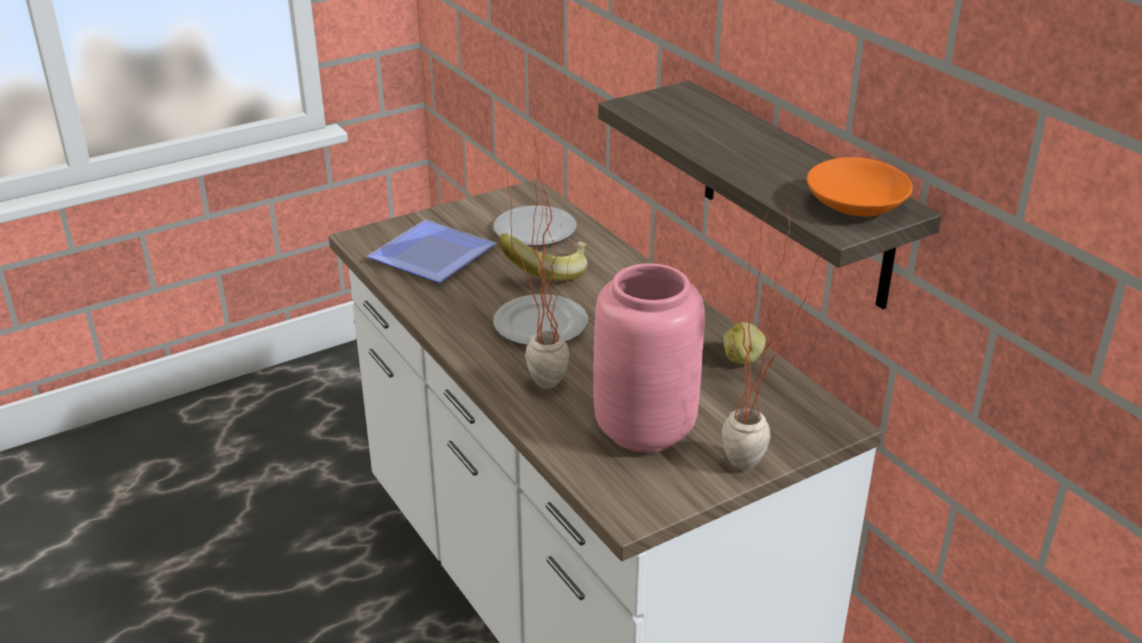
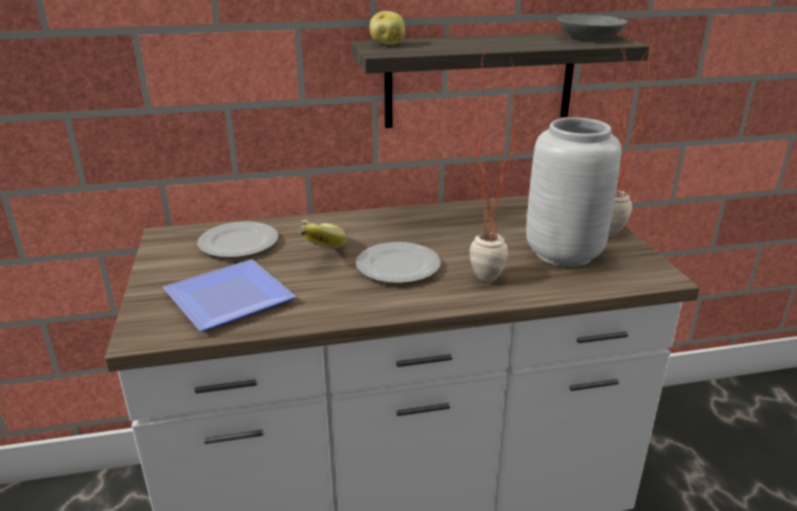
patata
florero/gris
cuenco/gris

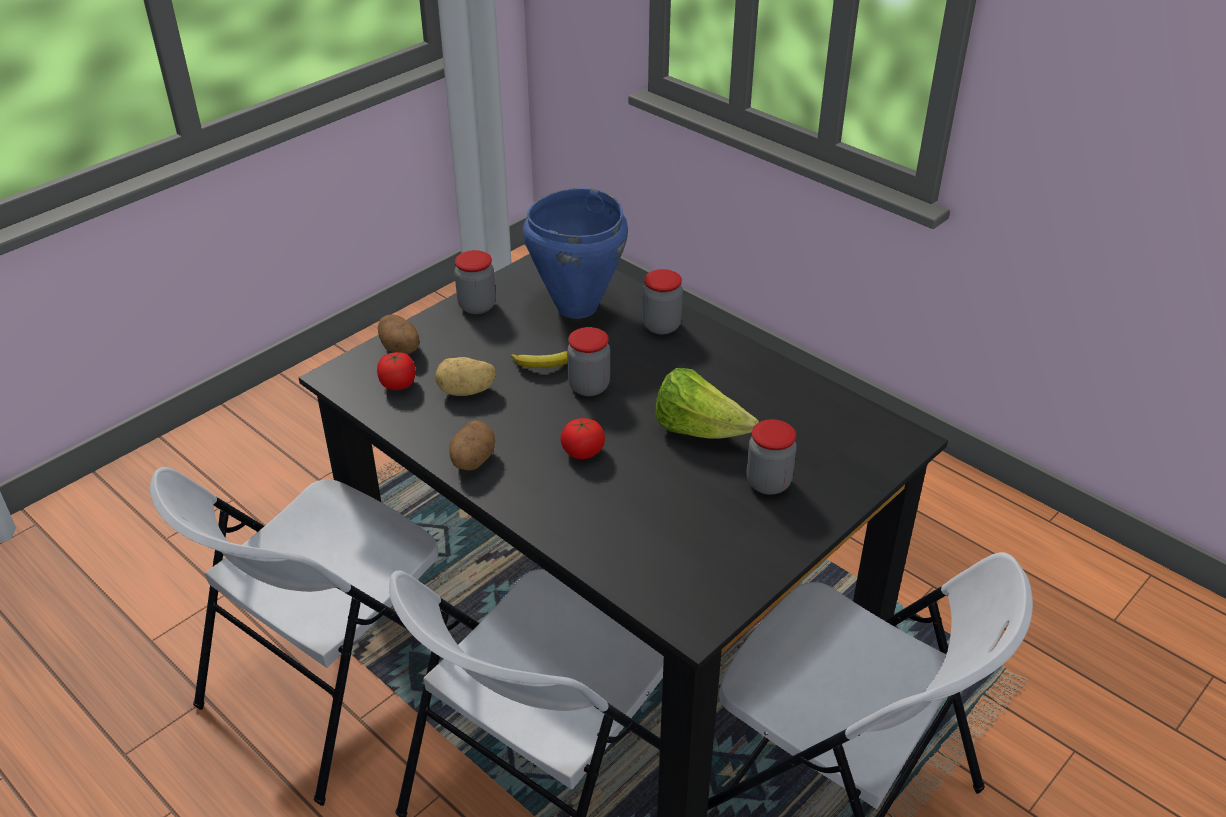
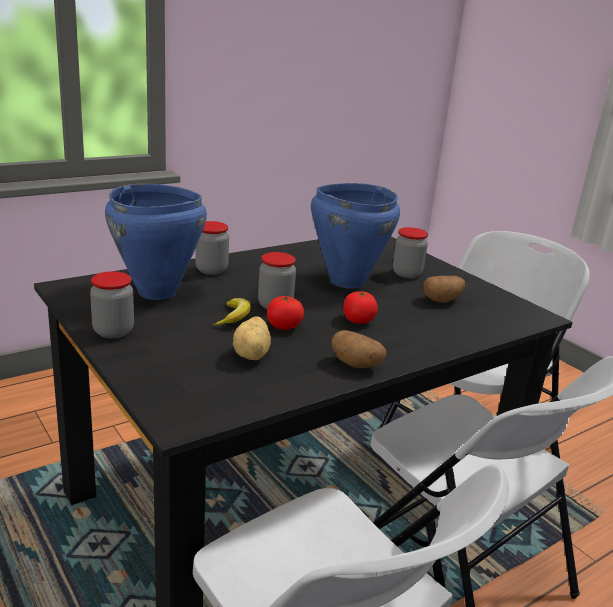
tomate (no. 1 from left)
olla/azul (no. 2 from left)
patata (no. 3 from left)

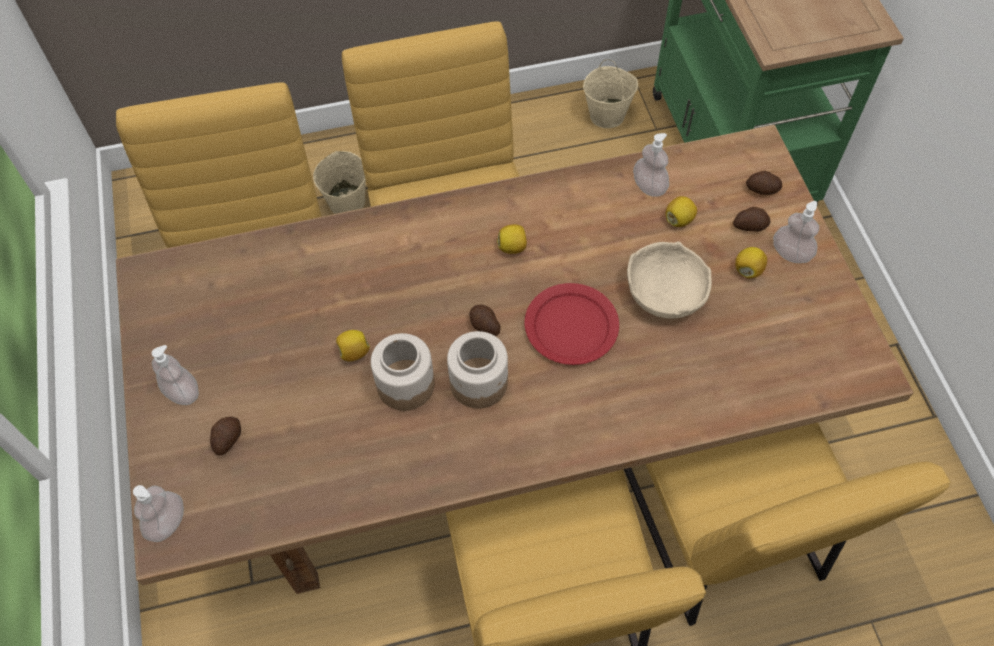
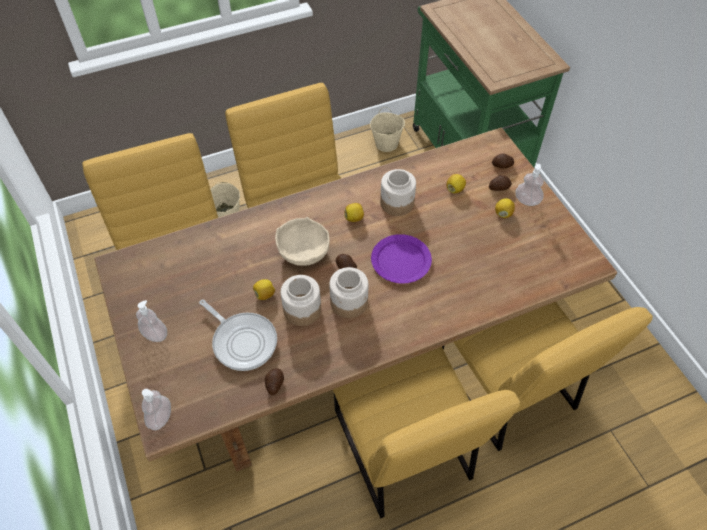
sartén
patata (no. 1 from left)
cuenco/beis
plato/morado
tarro (no. 3 from left)
dispensador de jabón (no. 3 from left in the first image)

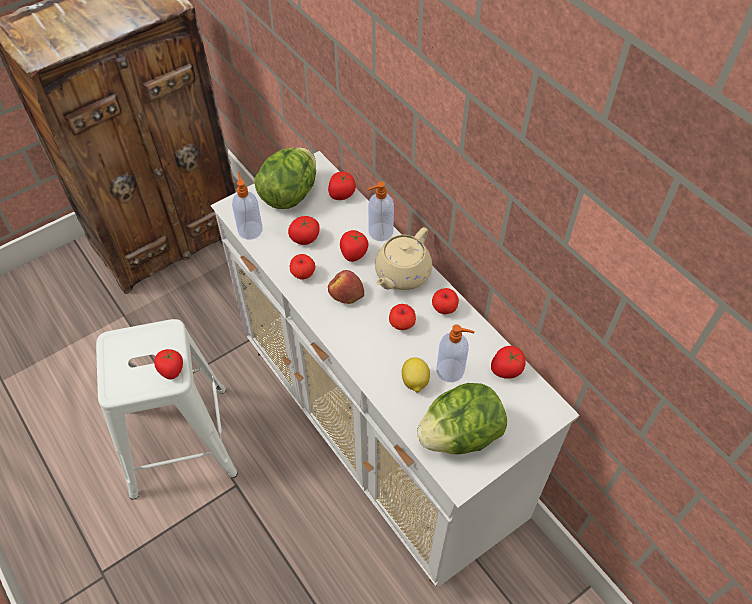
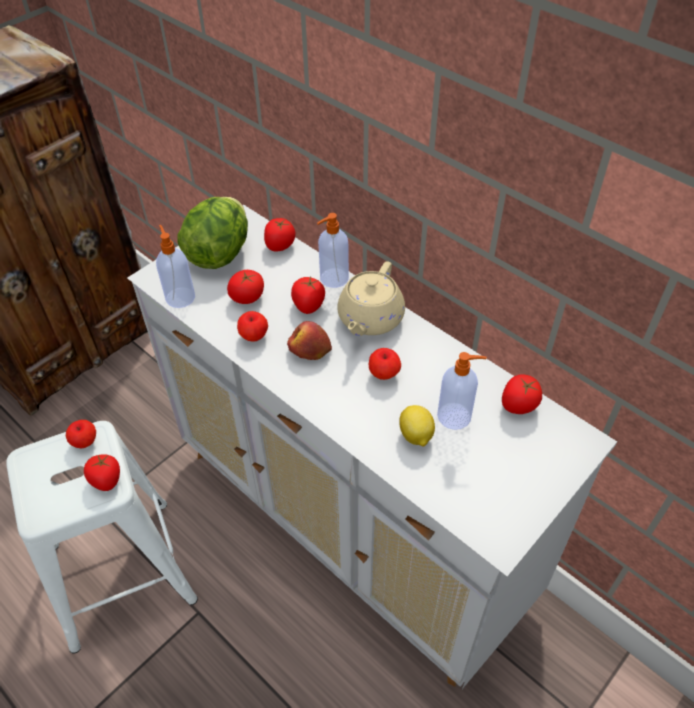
manzana (no. 1 from left)
lechuga (no. 2 from left in the first image)

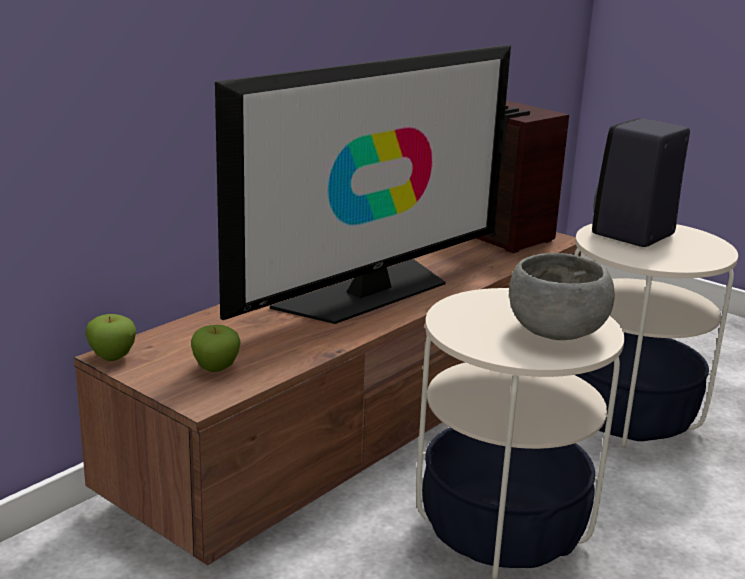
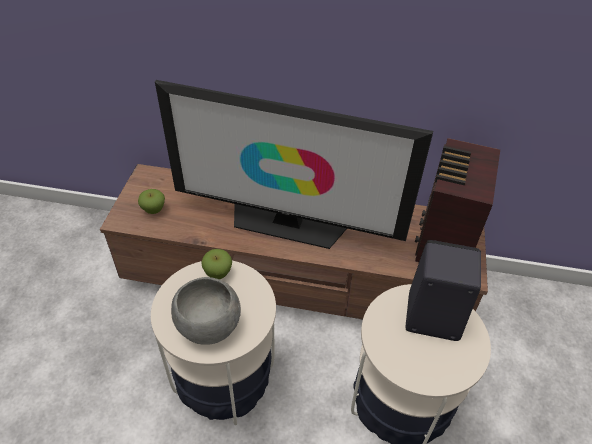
manzana (no. 2 from left)

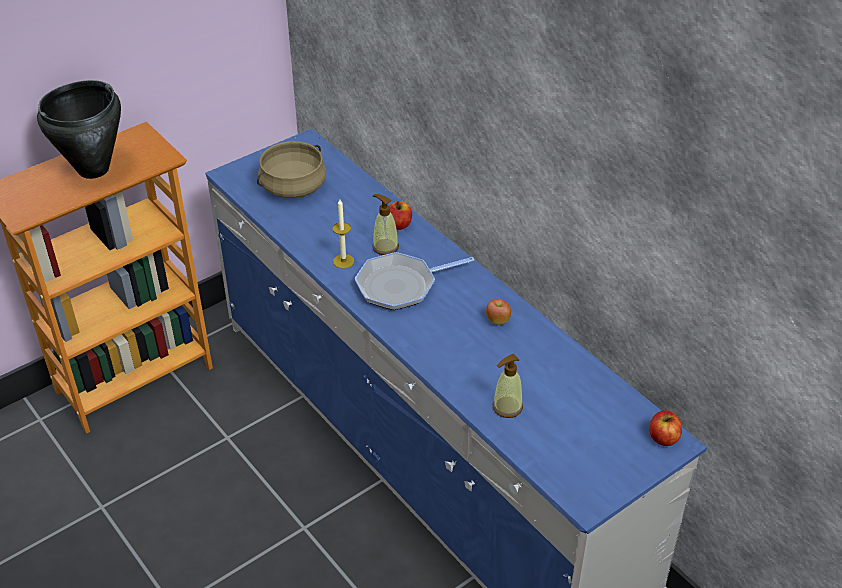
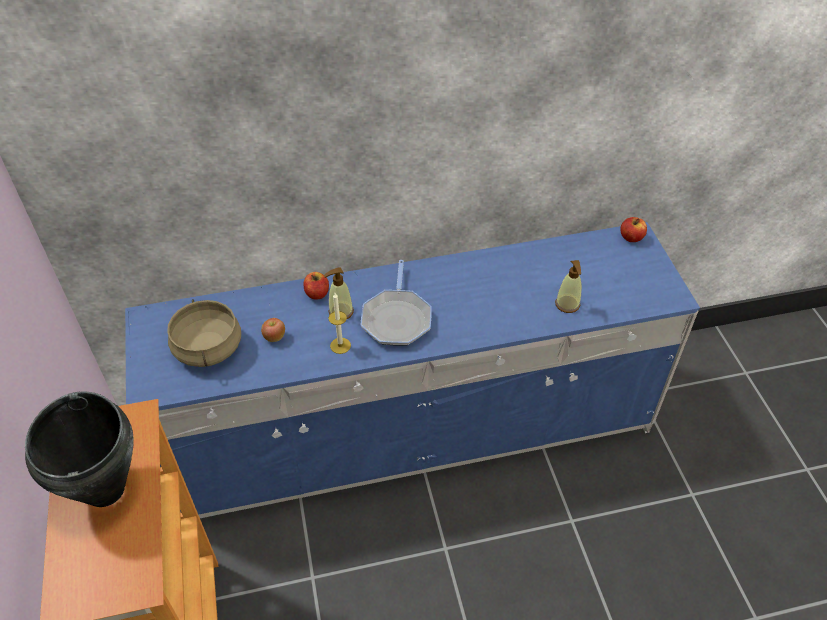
manzana (no. 1 from left)

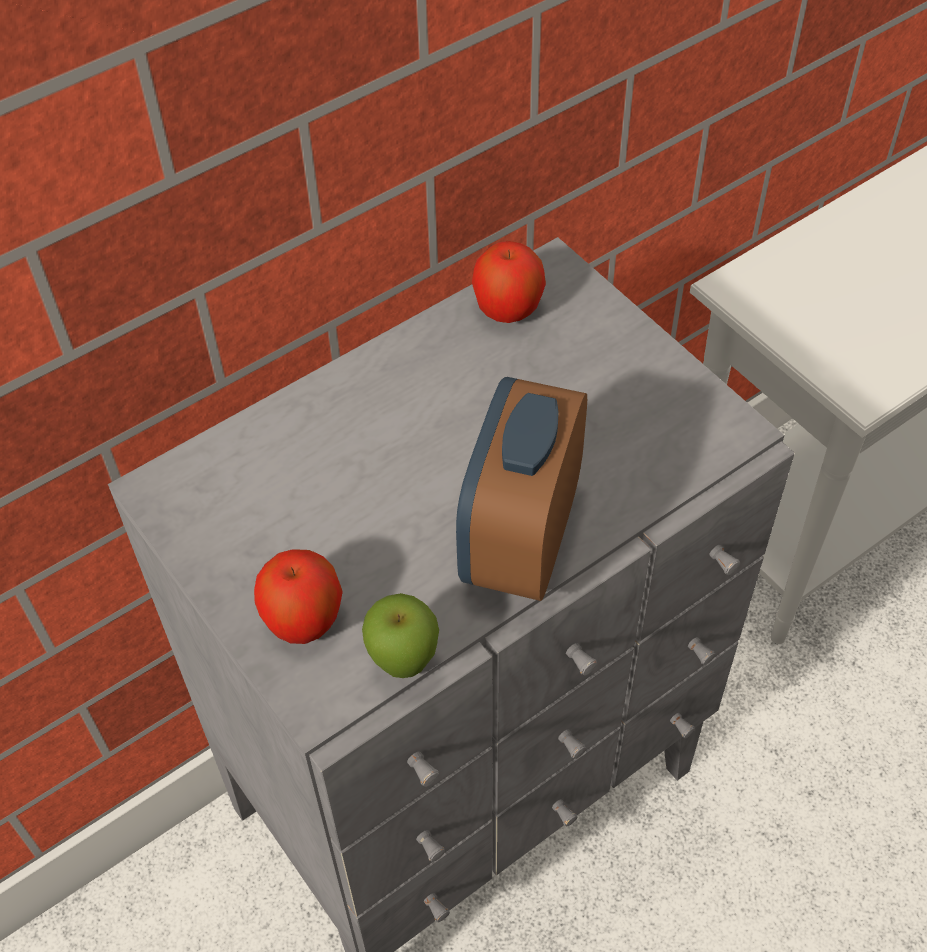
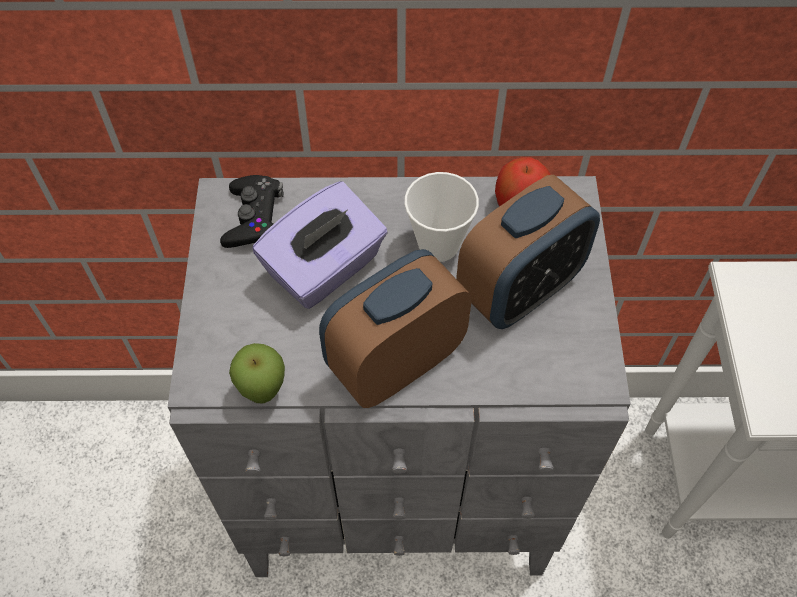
mando de consola/negro
caja de pañuelos/morado
taza
despertador (no. 2 from left)
manzana (no. 1 from left in the first image)

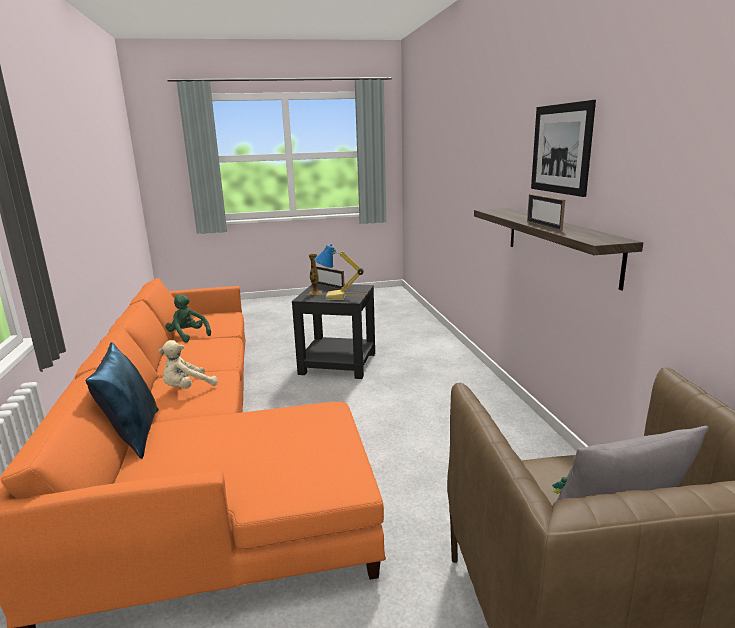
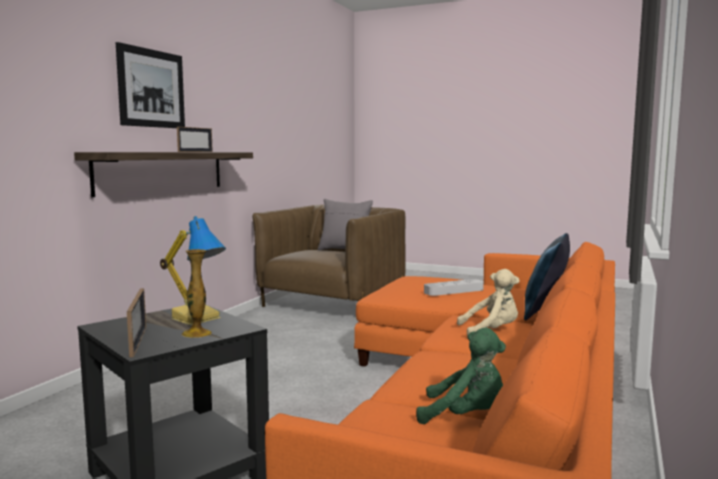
peluche/verde
bandeja/gris

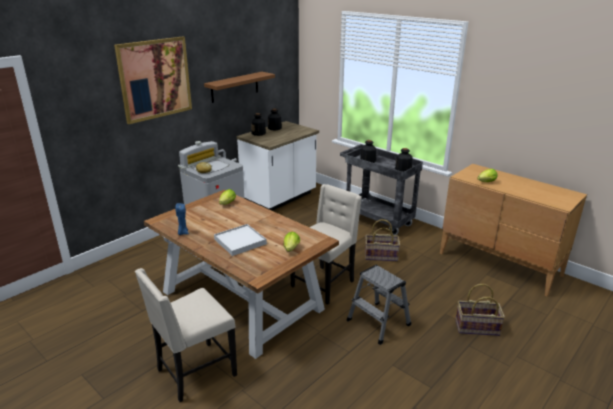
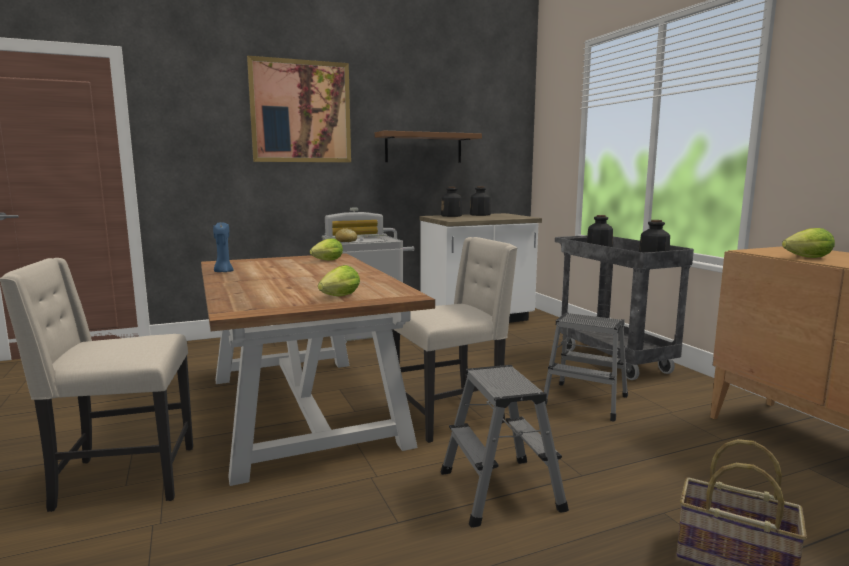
escalera de tijera/gris (no. 2 from left)
bandeja/blanco

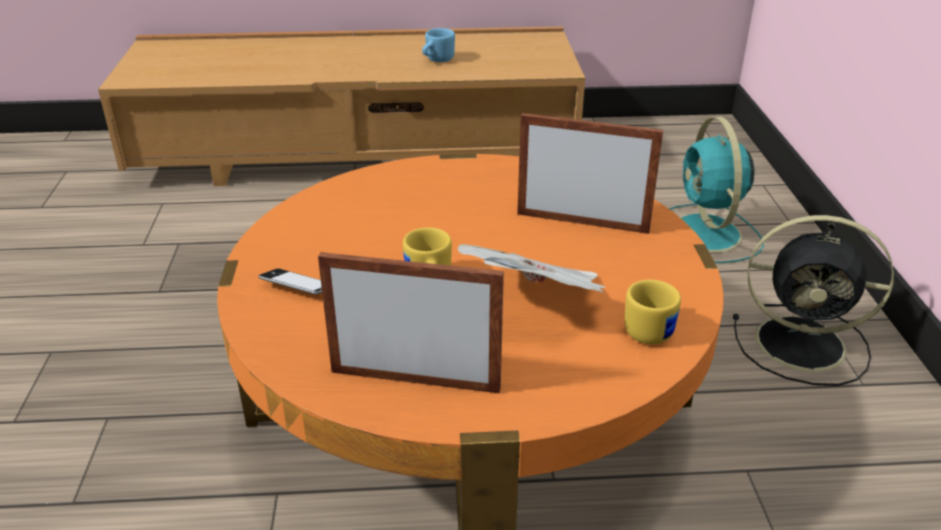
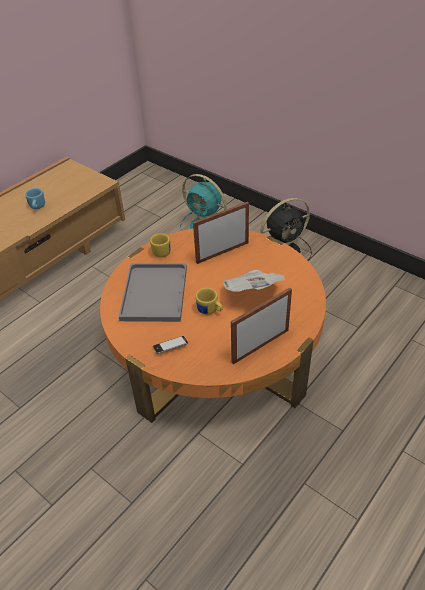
bandeja/gris
taza grande/amarillo (no. 1 from left)

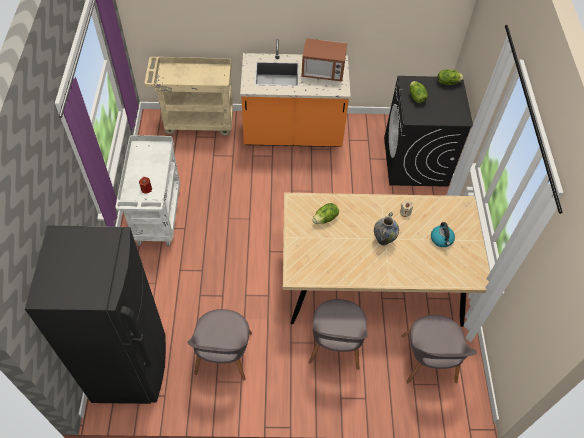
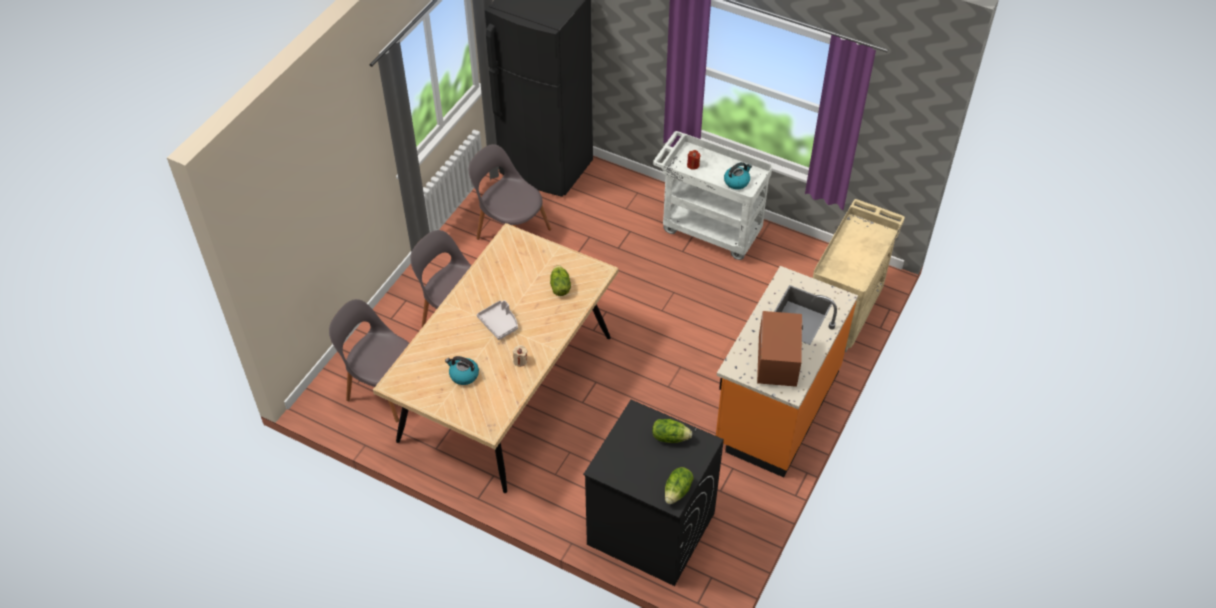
bandeja/gris
hervidor (no. 2 from left)
microondas

